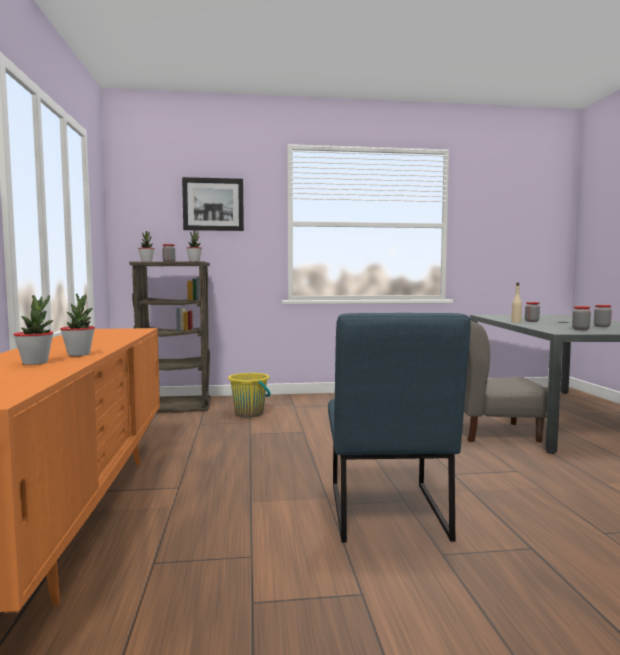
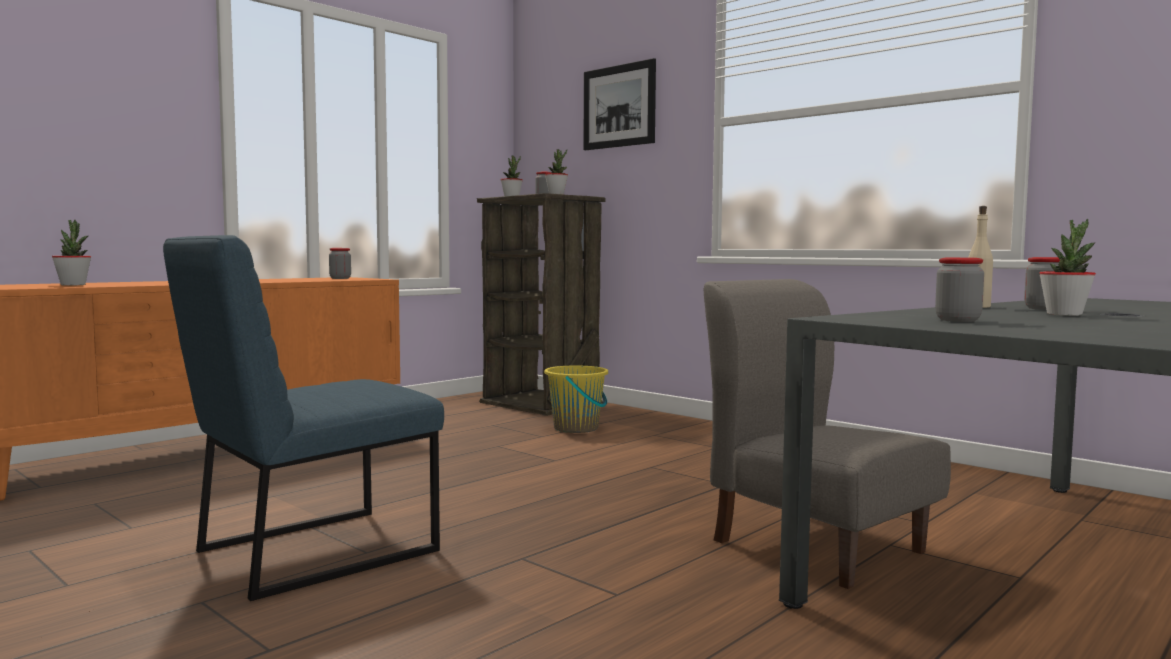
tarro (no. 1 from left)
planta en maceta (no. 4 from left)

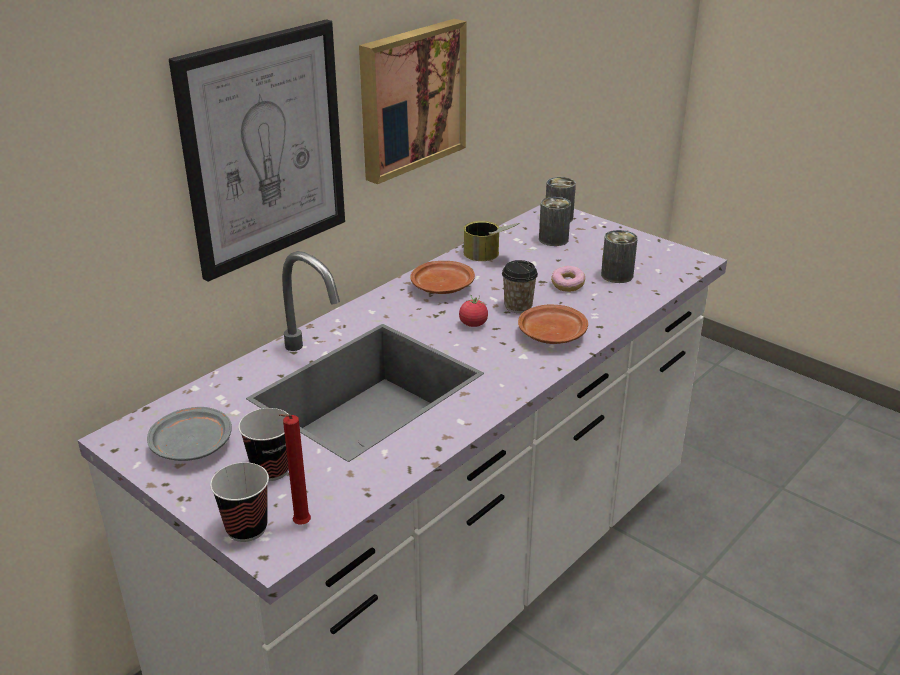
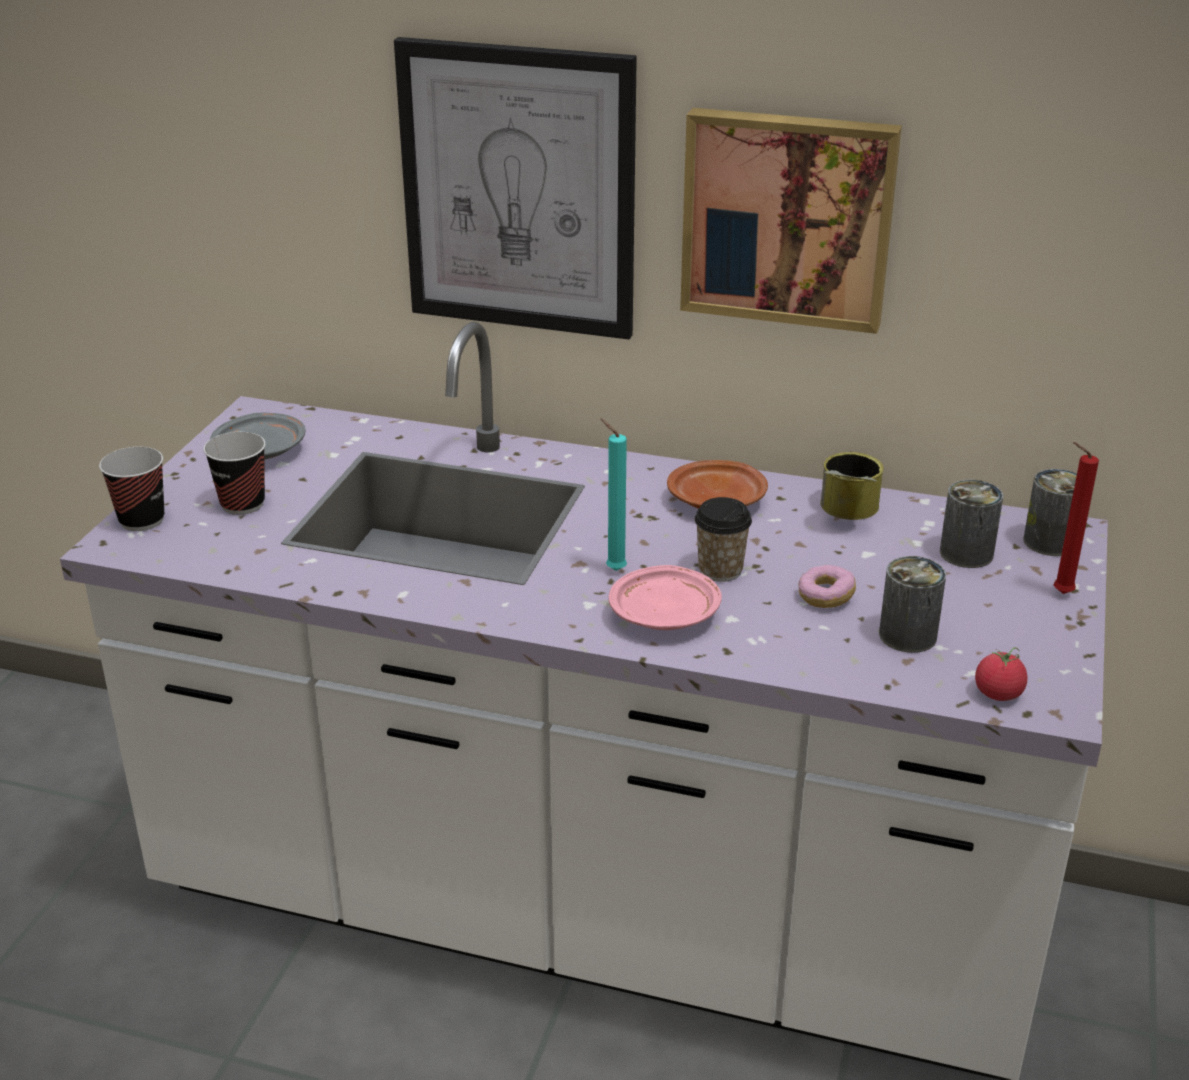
vela/turquesa
plato/rosa
tomate
vela/rojo

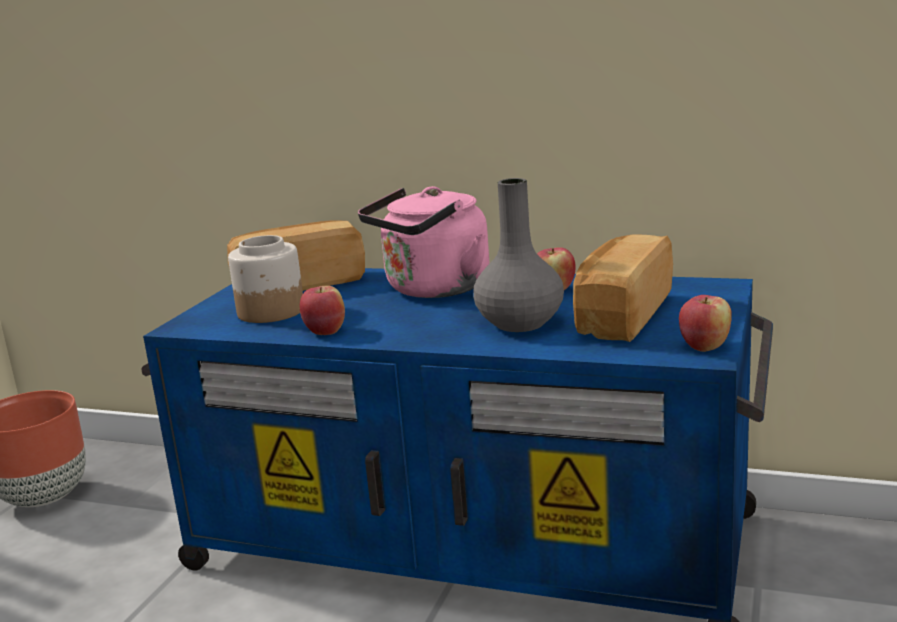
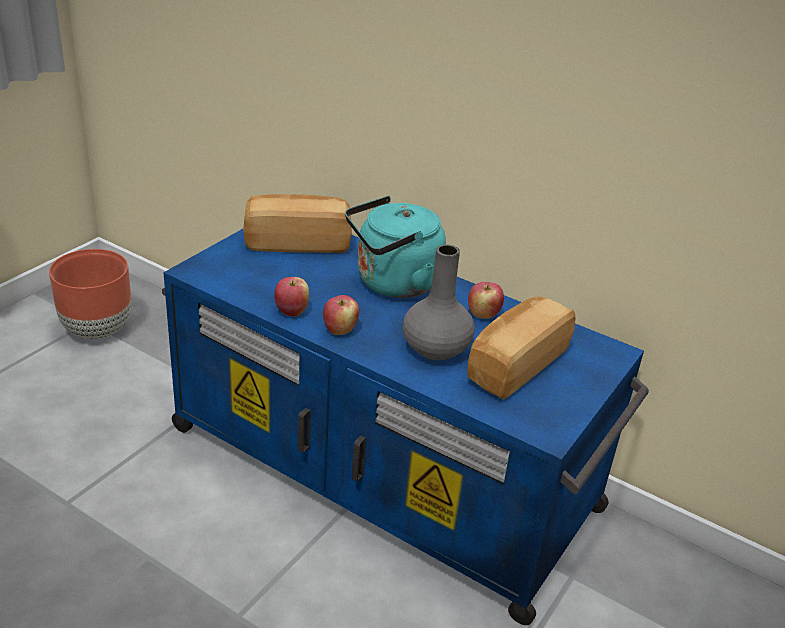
manzana (no. 2 from left)
hervidor/turquesa
tarro

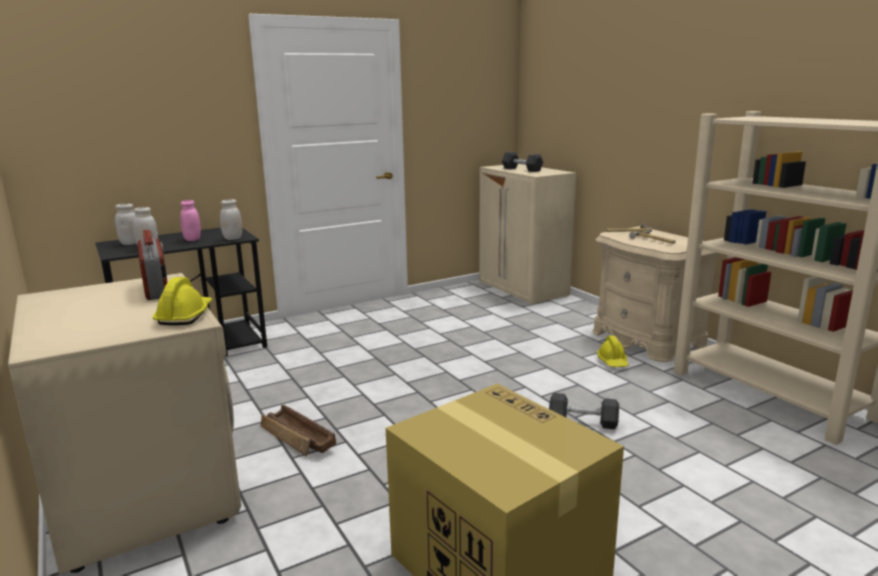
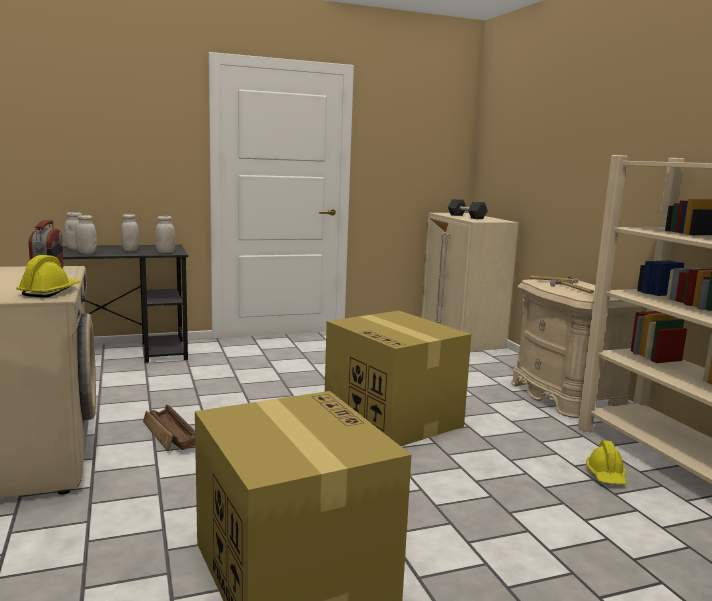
tarro/blanco (no. 3 from left)
caja de cartón (no. 2 from left)
casco/amarillo (no. 2 from left)
mancuerna/gris (no. 2 from left in the first image)

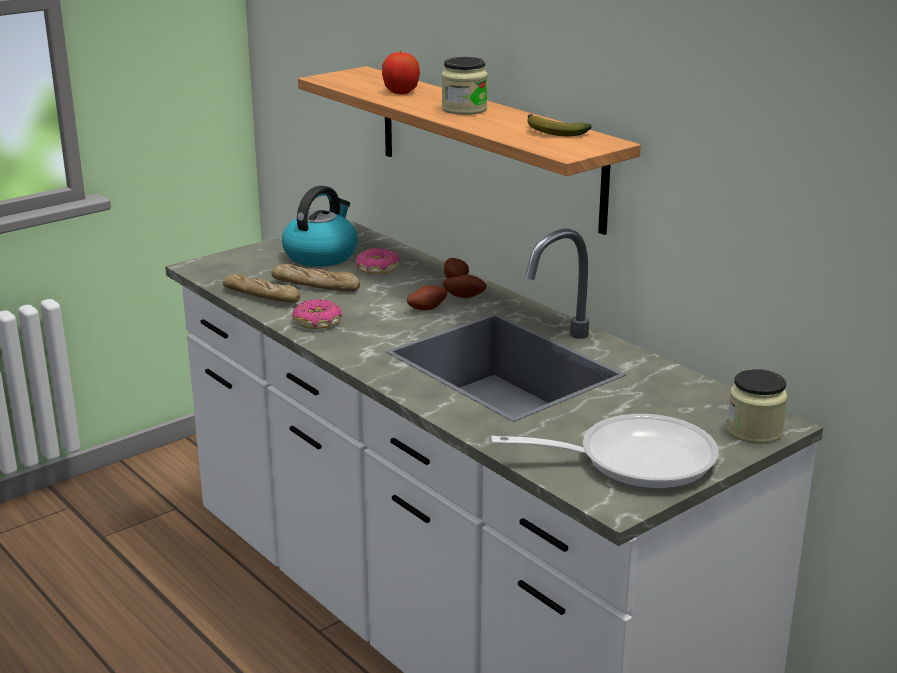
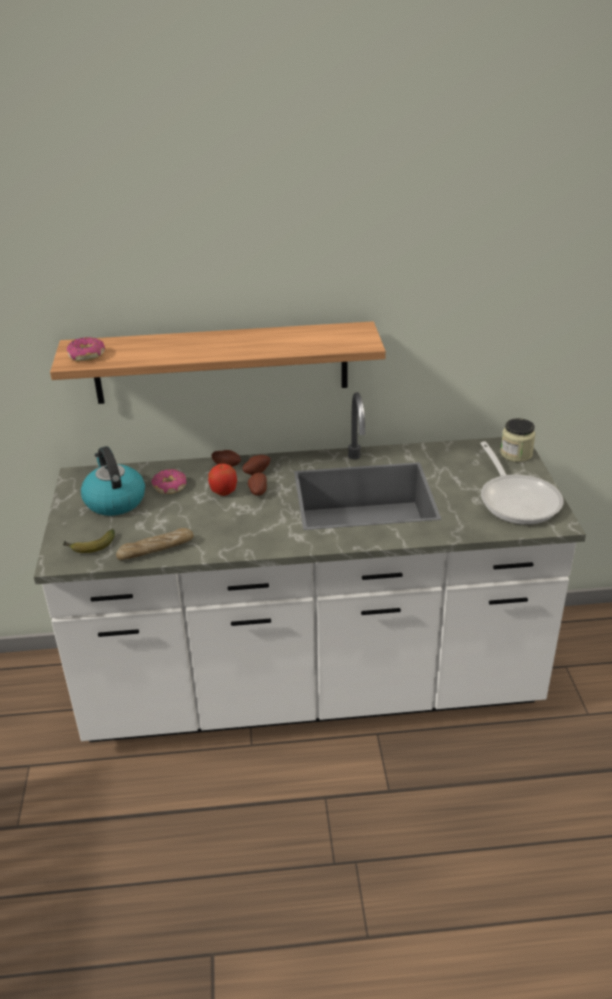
plátano
rosquilla (no. 1 from left)
manzana
sartén
pan (no. 2 from left in the first image)
tarro (no. 1 from left in the first image)

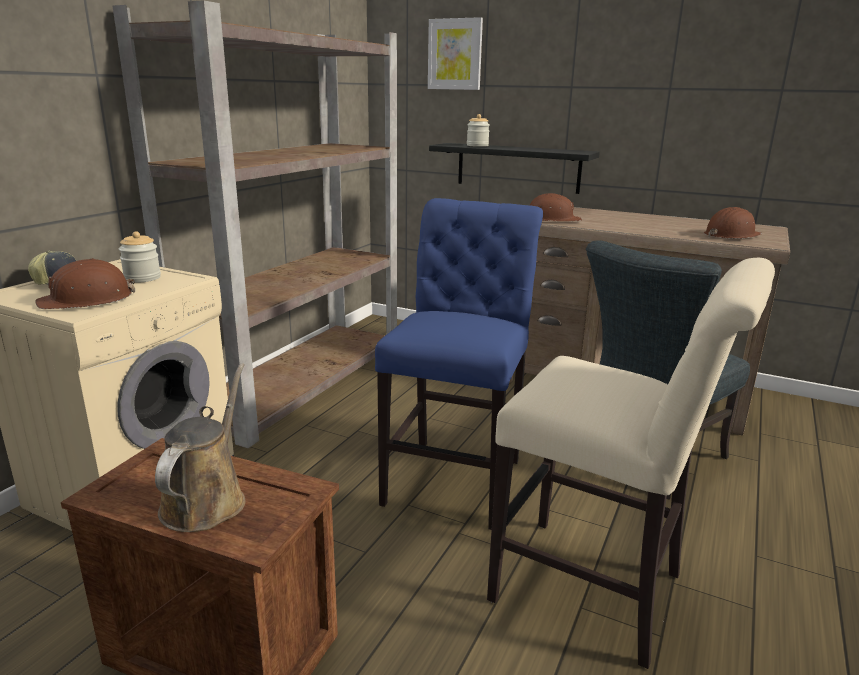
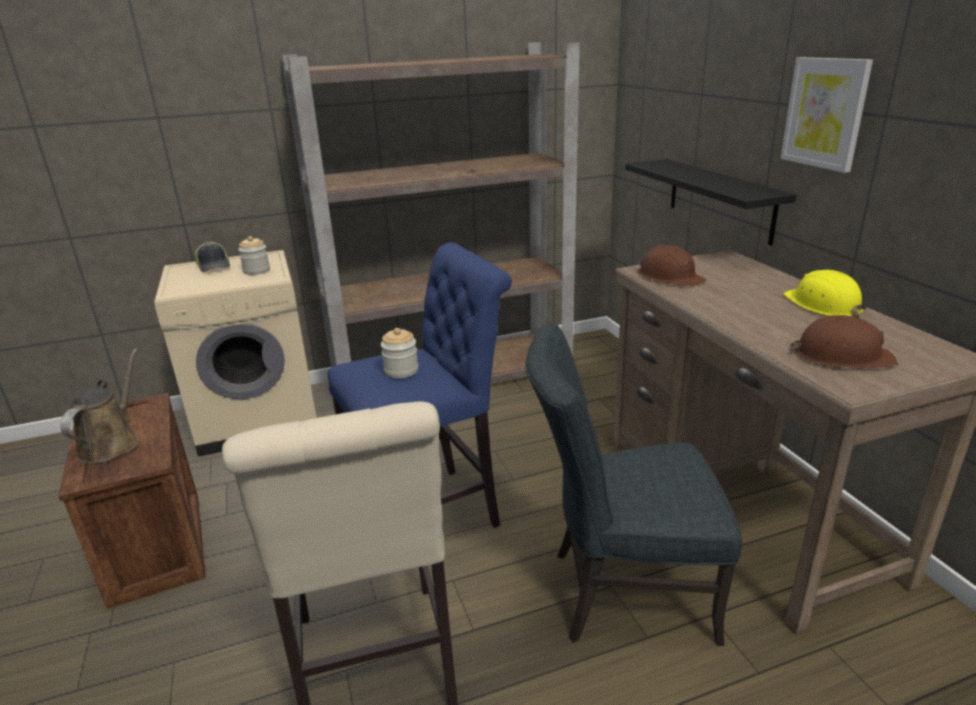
regadera/marrón
tarro (no. 2 from left)
cuadro
casco/amarillo
casco/marrón (no. 1 from left in the first image)

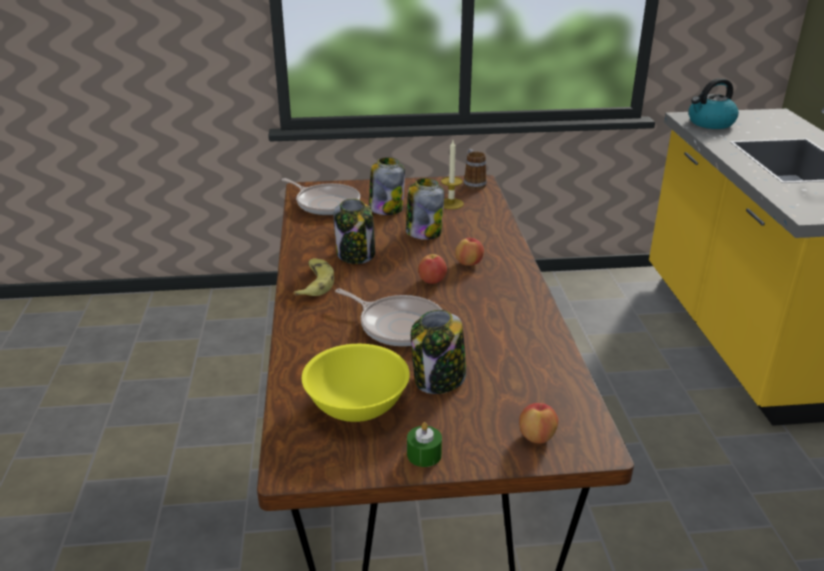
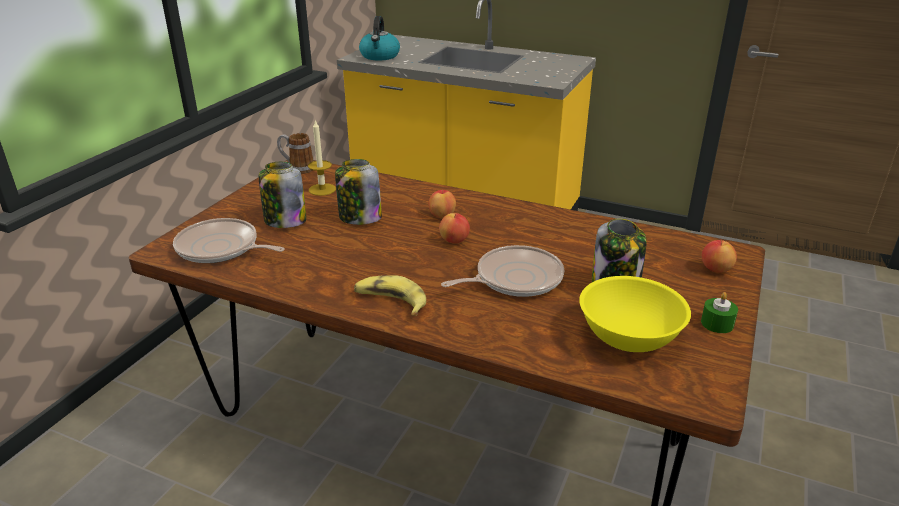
sartén (no. 1 from left)
tarro (no. 1 from left in the first image)

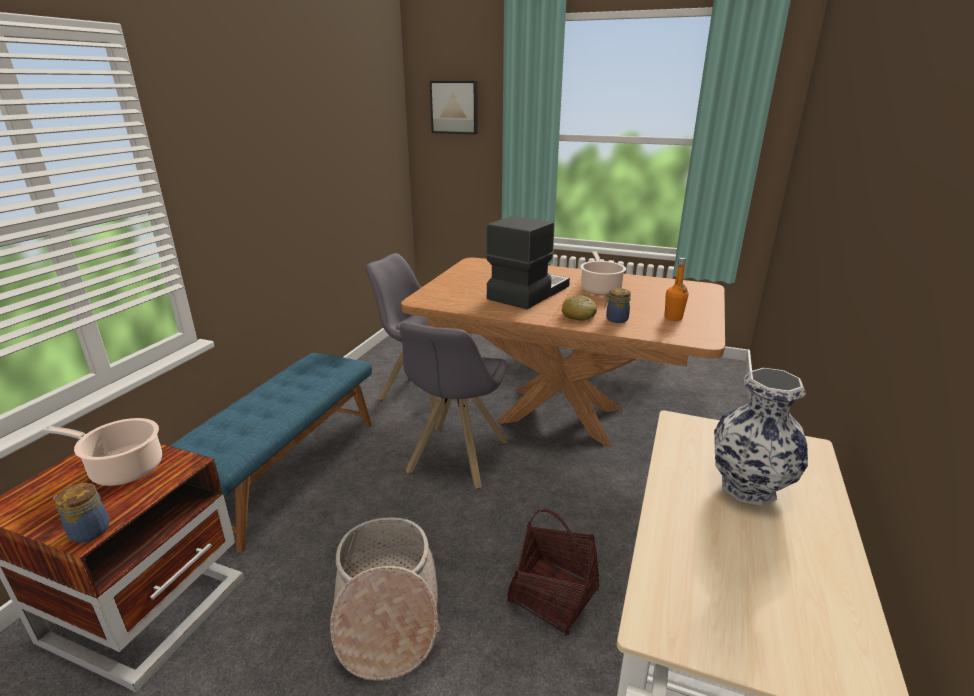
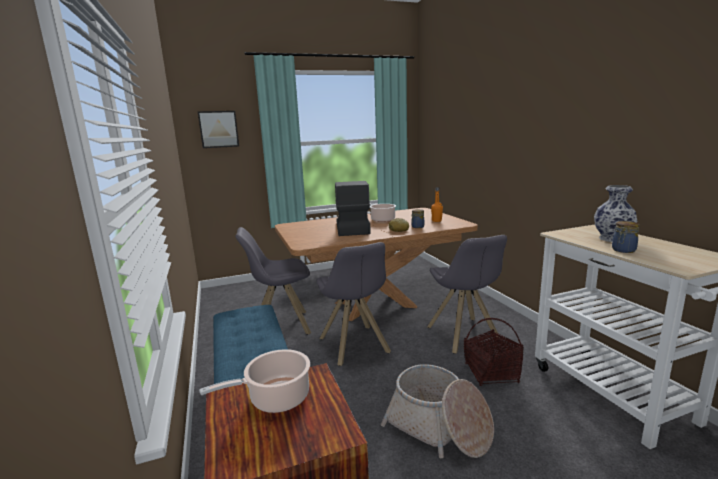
silla/gris (no. 3 from left)
tarro (no. 2 from left)

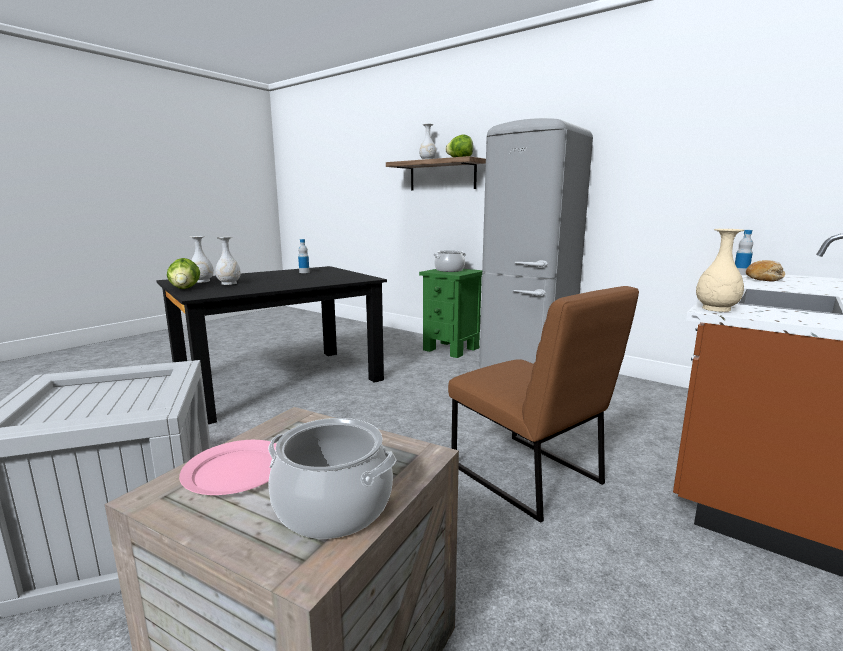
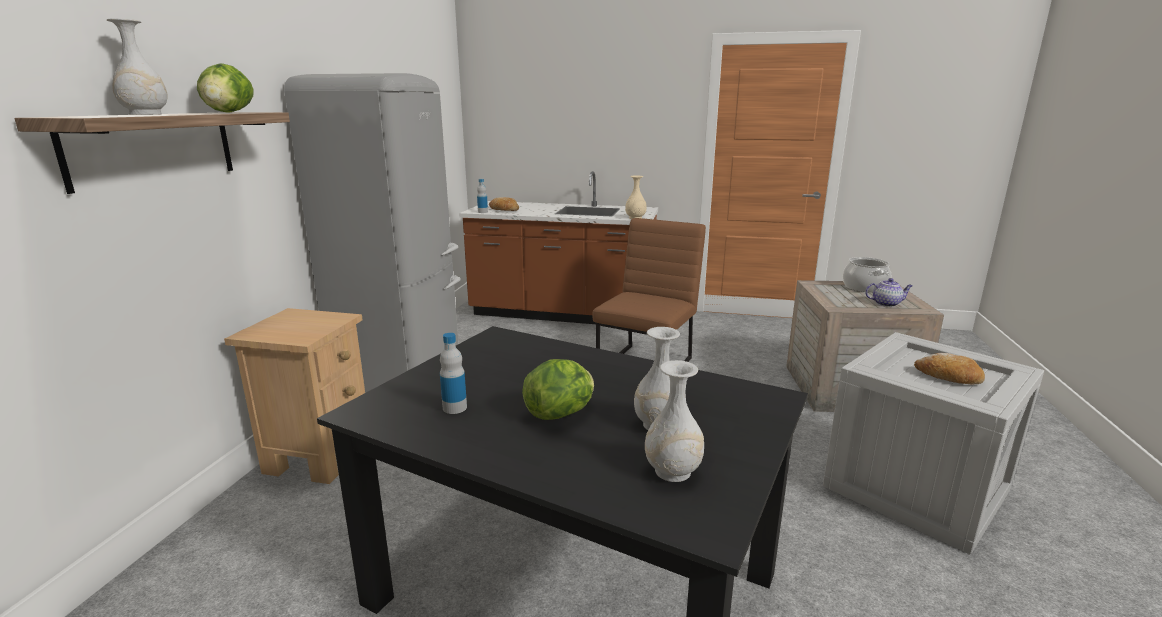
mesita de noche/beis
lechuga (no. 2 from left)
tetera
pan (no. 2 from left)
olla (no. 2 from left in the first image)

